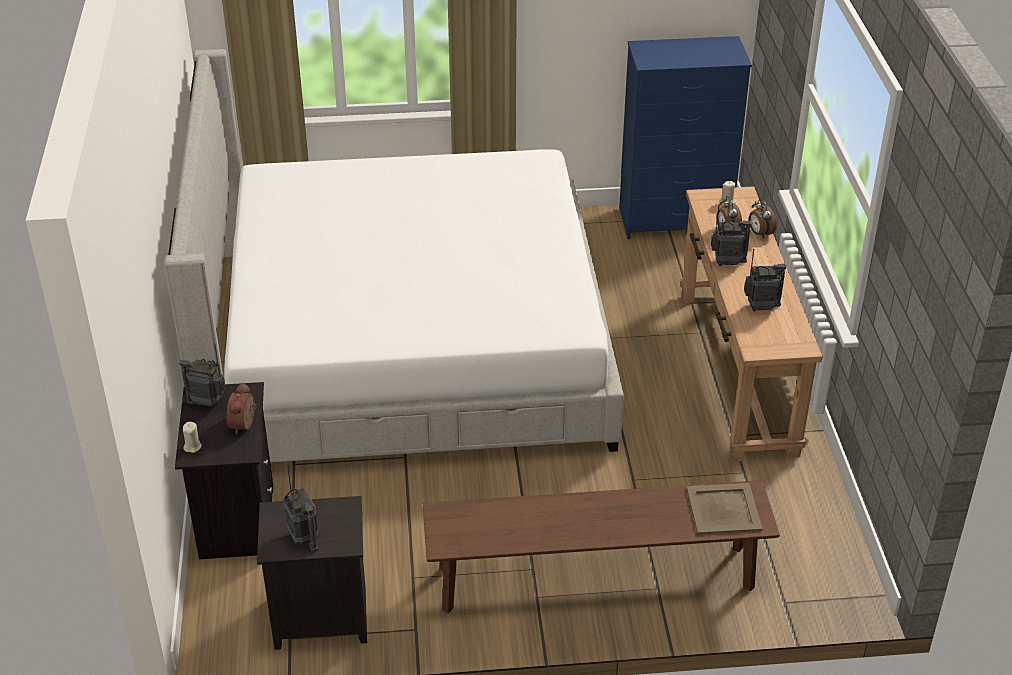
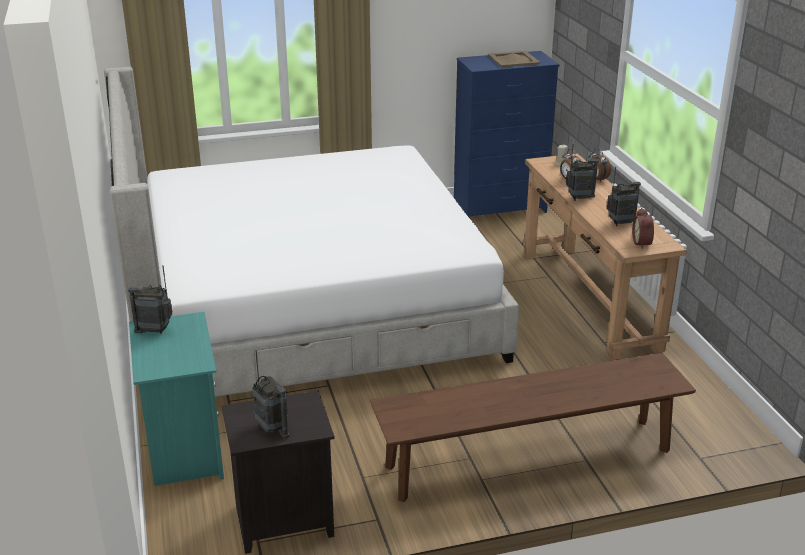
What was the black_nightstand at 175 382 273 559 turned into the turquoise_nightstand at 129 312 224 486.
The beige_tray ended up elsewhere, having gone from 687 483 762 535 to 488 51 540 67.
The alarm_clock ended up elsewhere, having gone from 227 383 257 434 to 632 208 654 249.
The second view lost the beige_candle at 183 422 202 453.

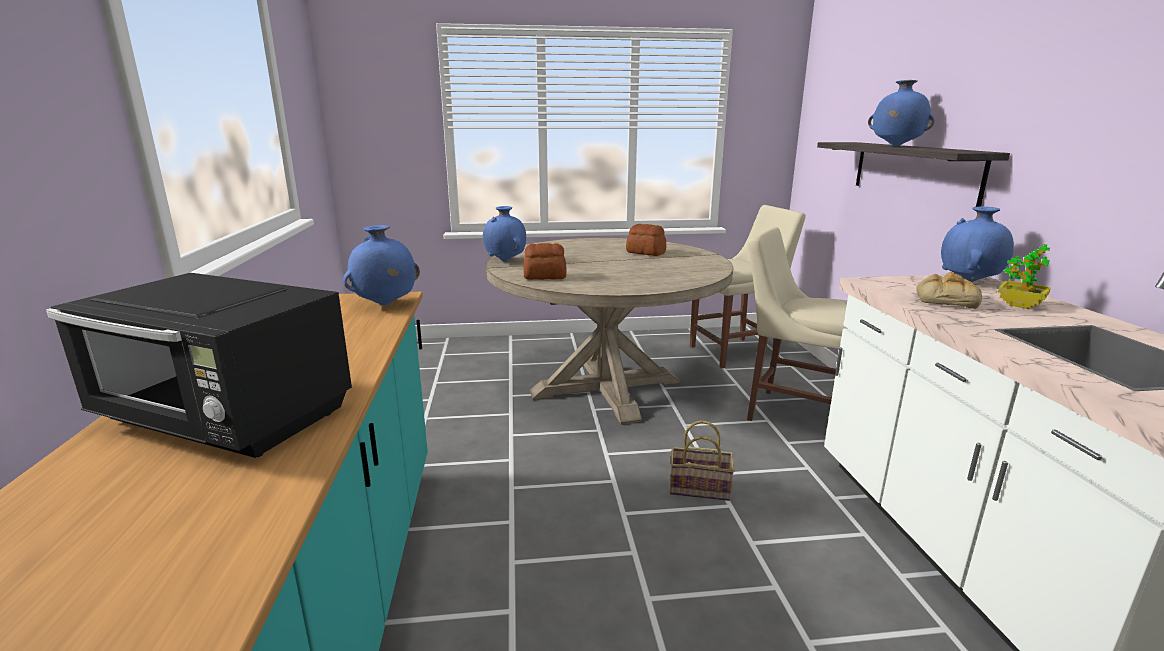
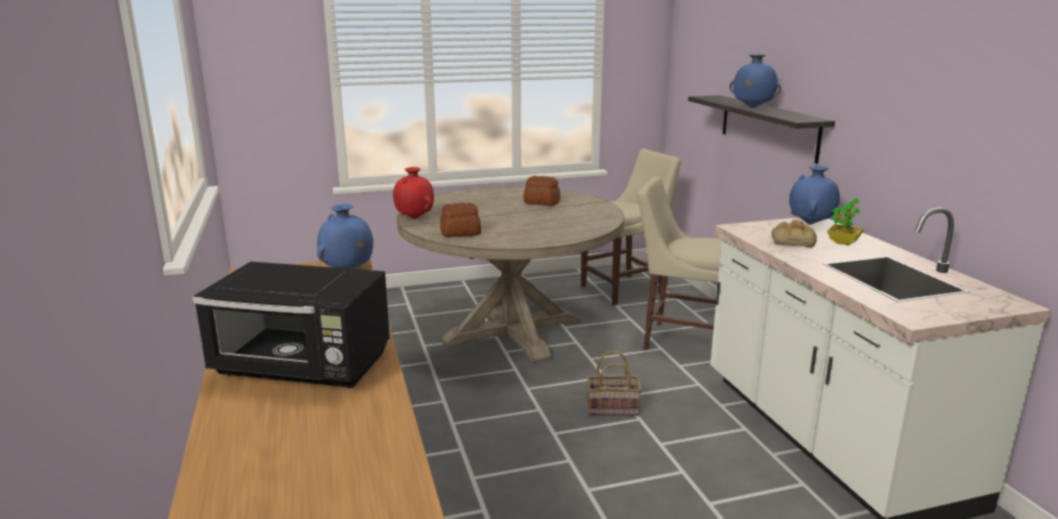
What was the blue_vase at 483 206 526 261 turned into the red_vase at 393 167 434 219.

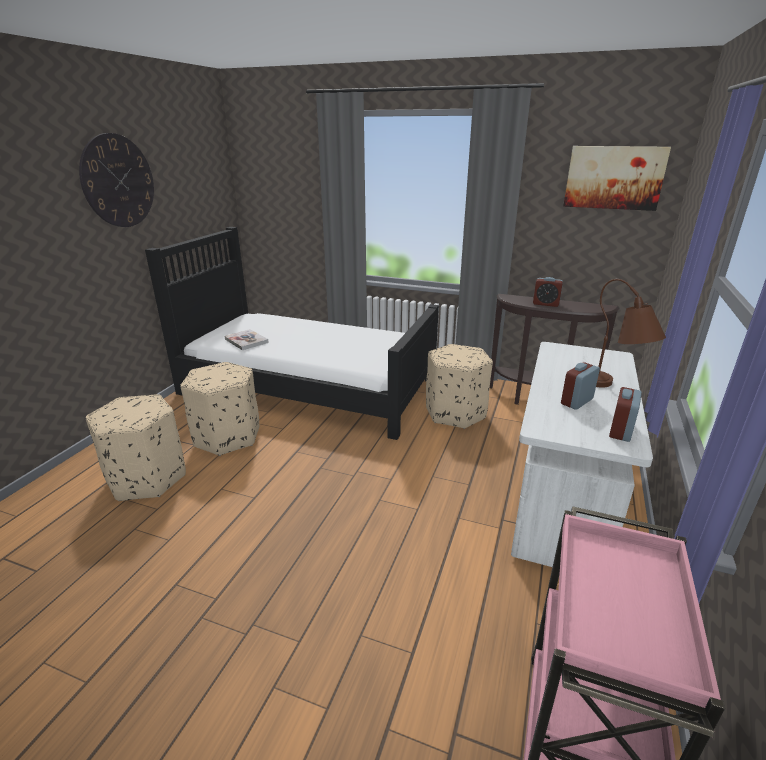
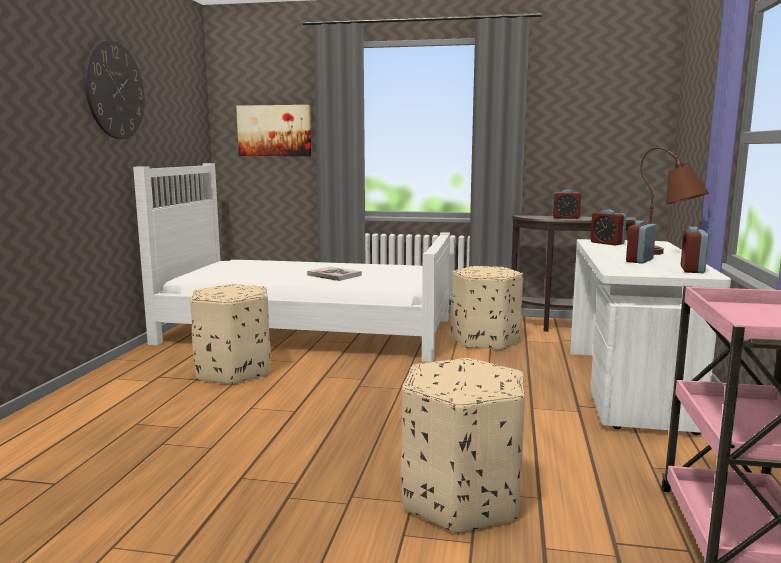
What was the black_bed at 145 227 439 440 turned into the white_bed at 133 163 450 362.
The picture ended up elsewhere, having gone from 563 146 671 211 to 236 105 311 156.
The book ended up elsewhere, having gone from 224 329 269 350 to 307 266 362 281.
The beige_ottoman ended up elsewhere, having gone from 86 394 186 501 to 401 358 525 534.
The second view gained the alarm_clock at 591 210 627 246.

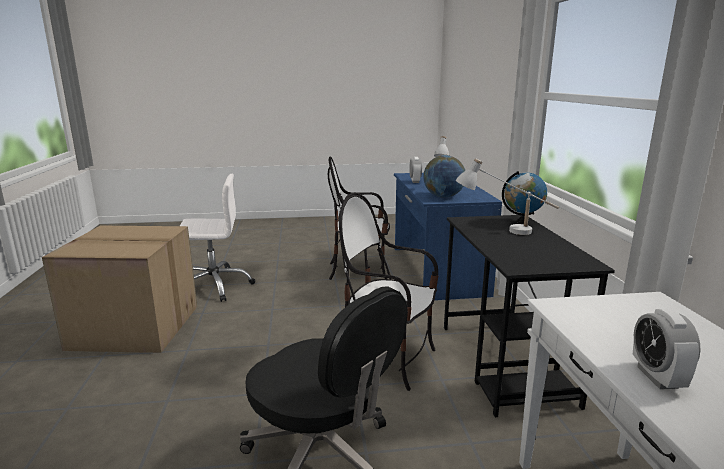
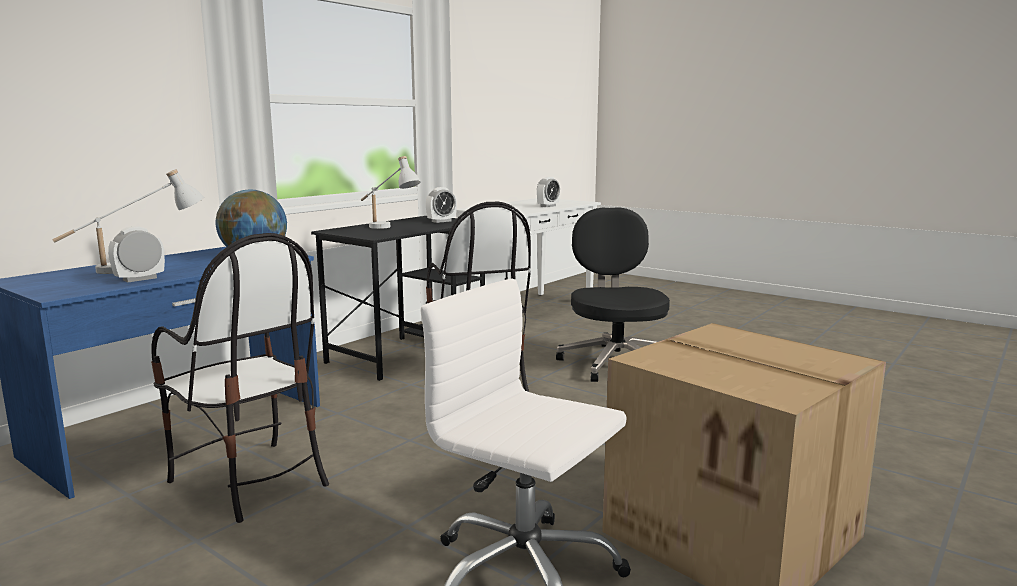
The second view gained the alarm_clock at 426 187 457 223.
The second view lost the globe at 502 171 547 224.

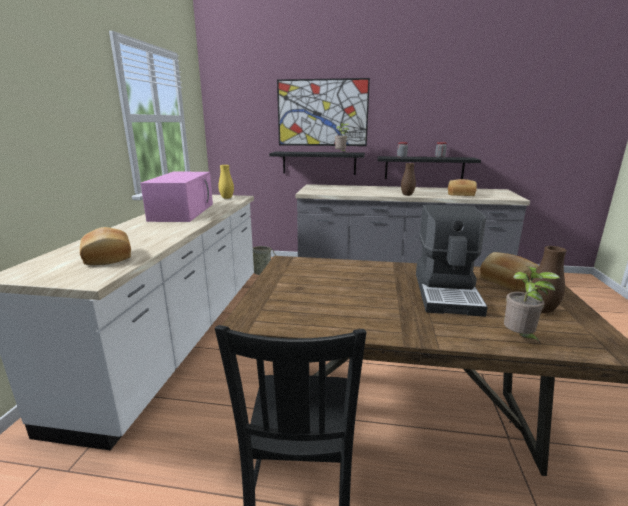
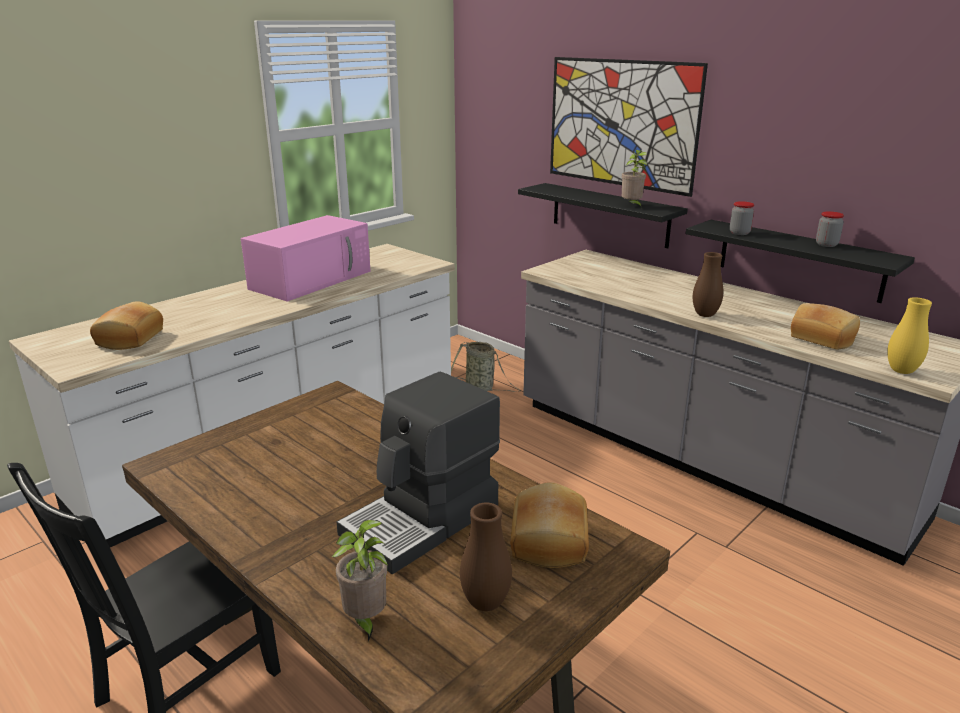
The yellow_vase ended up elsewhere, having gone from 218 165 234 199 to 887 297 932 374.

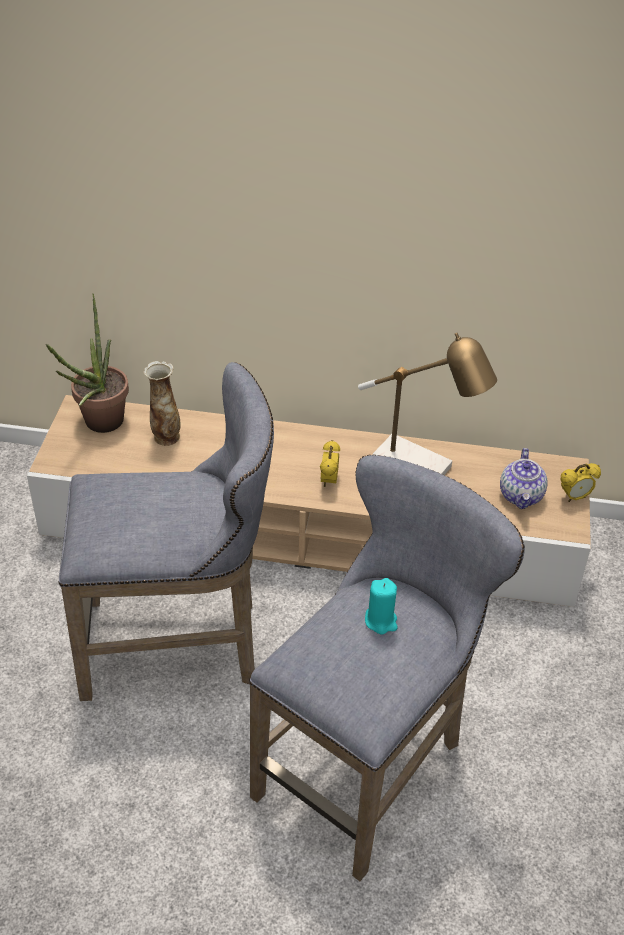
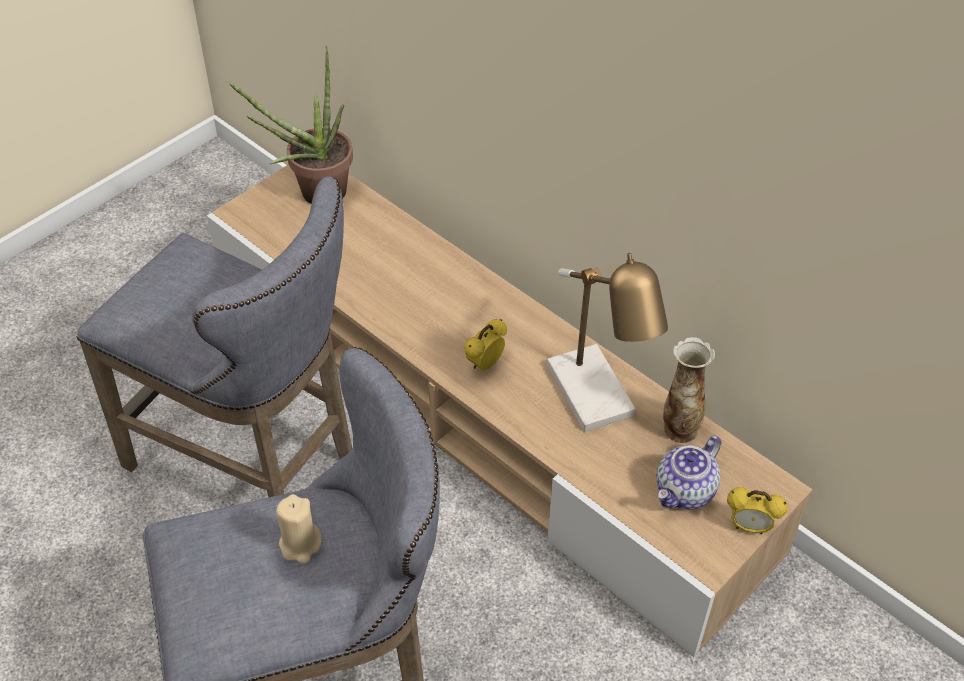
What was the turquoise_candle at 365 578 397 634 turned into the beige_candle at 276 494 321 564.
The vase ended up elsewhere, having gone from 143 361 181 446 to 663 337 715 443.

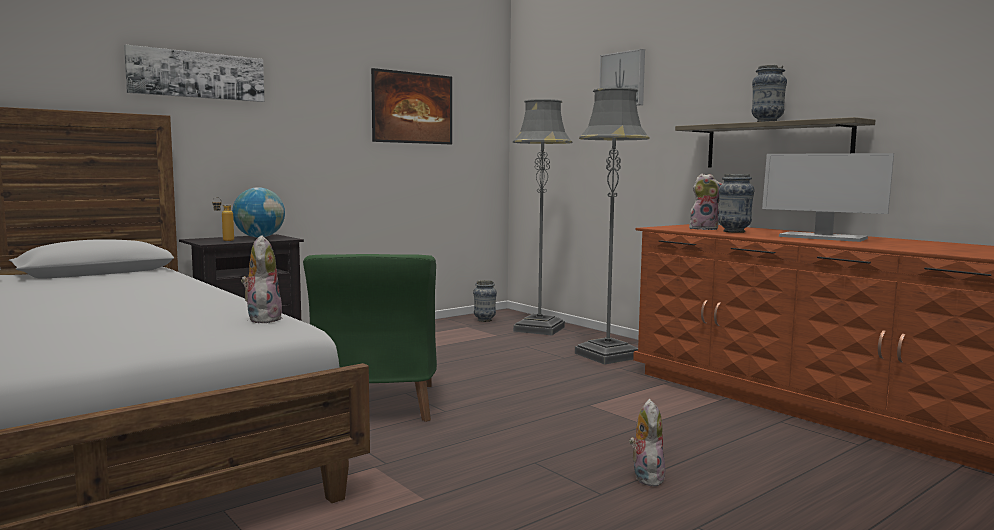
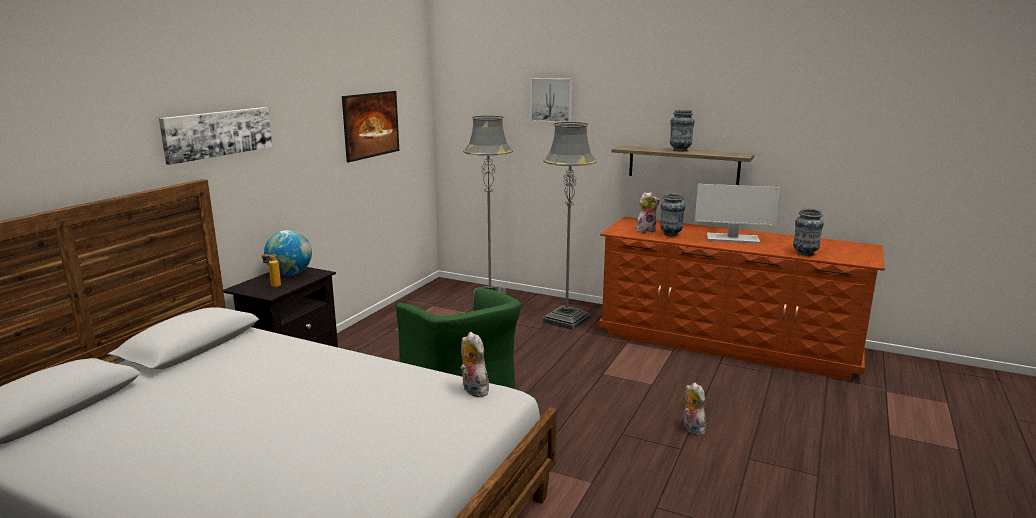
The vase ended up elsewhere, having gone from 473 280 497 322 to 793 209 824 256.

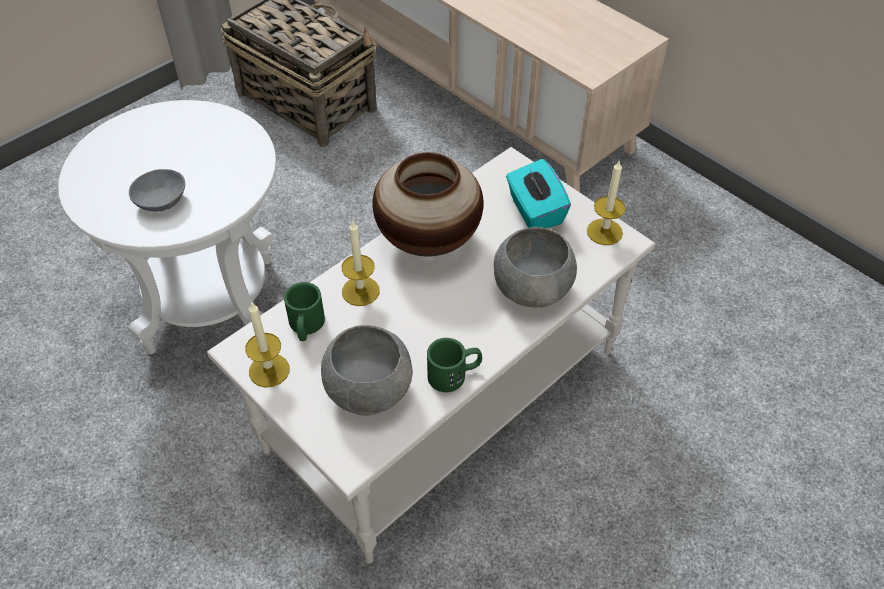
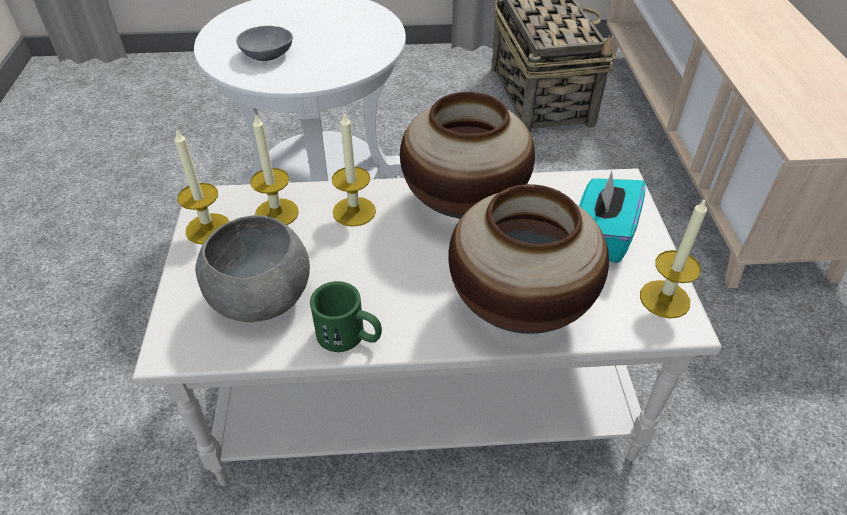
Where the green_mug stood at 284 282 325 341, the candle came to stand at 250 113 299 225.
Where the grey_bowl stood at 494 227 577 308, the vase came to stand at 448 184 609 334.

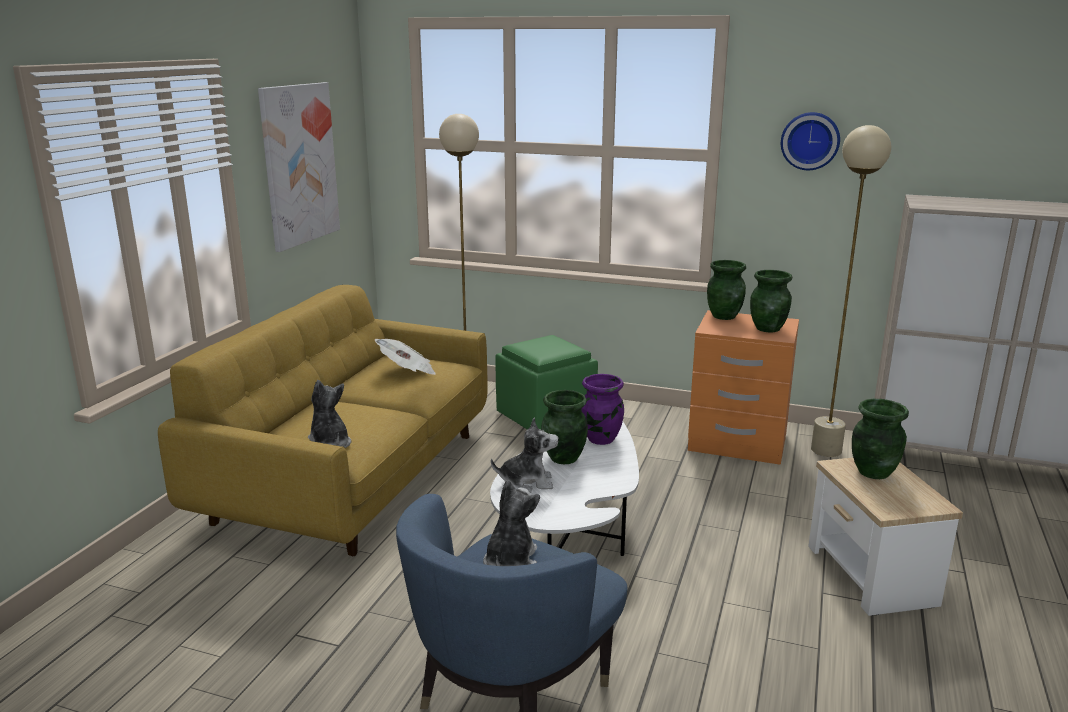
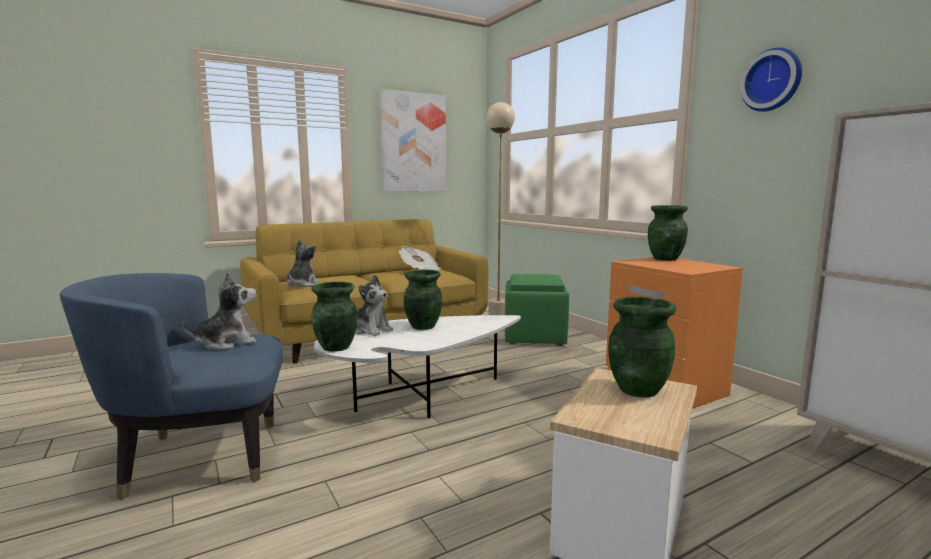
The green_vase ended up elsewhere, having gone from 750 270 792 332 to 311 282 358 352.
The second view lost the purple_vase at 581 374 624 445.
The second view lost the beige_floor_lamp at 811 125 891 457.

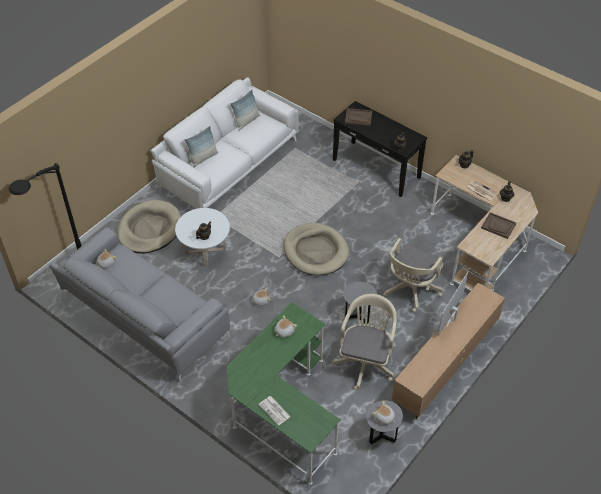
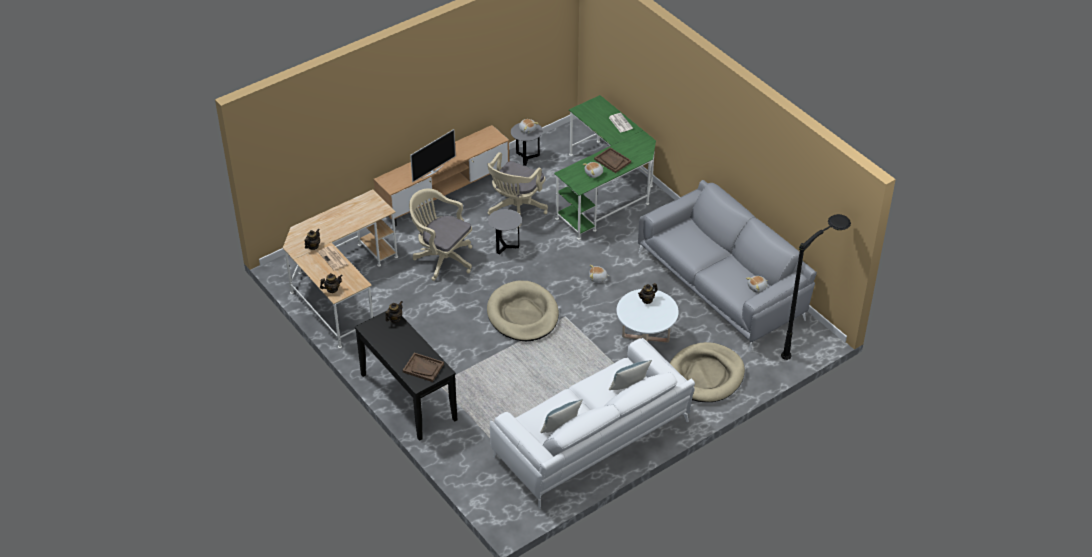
The beige_office_chair at 384 238 443 312 ended up facing another way, 105 degrees counterclockwise from before.
The brown_tray ended up elsewhere, having gone from 481 212 516 239 to 594 147 631 173.

